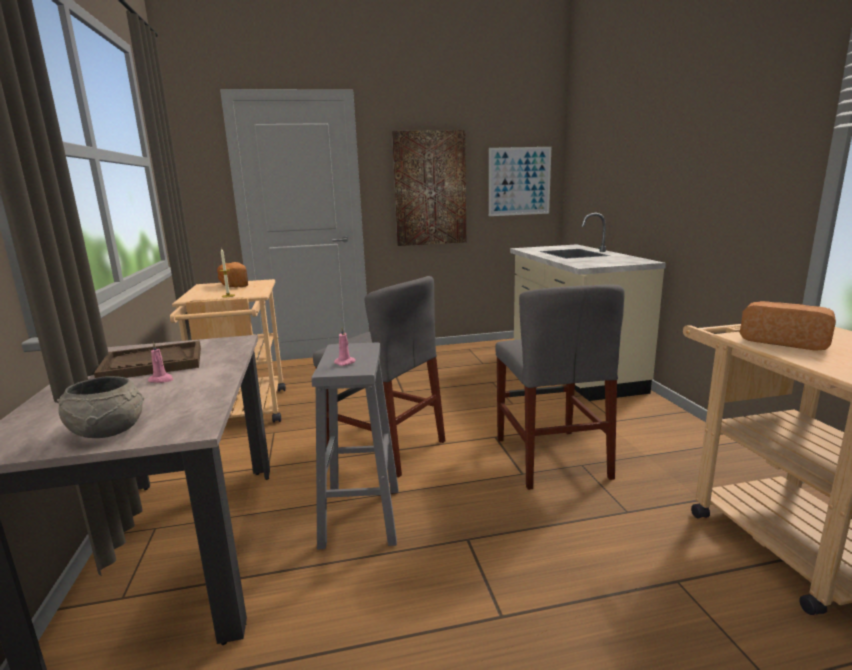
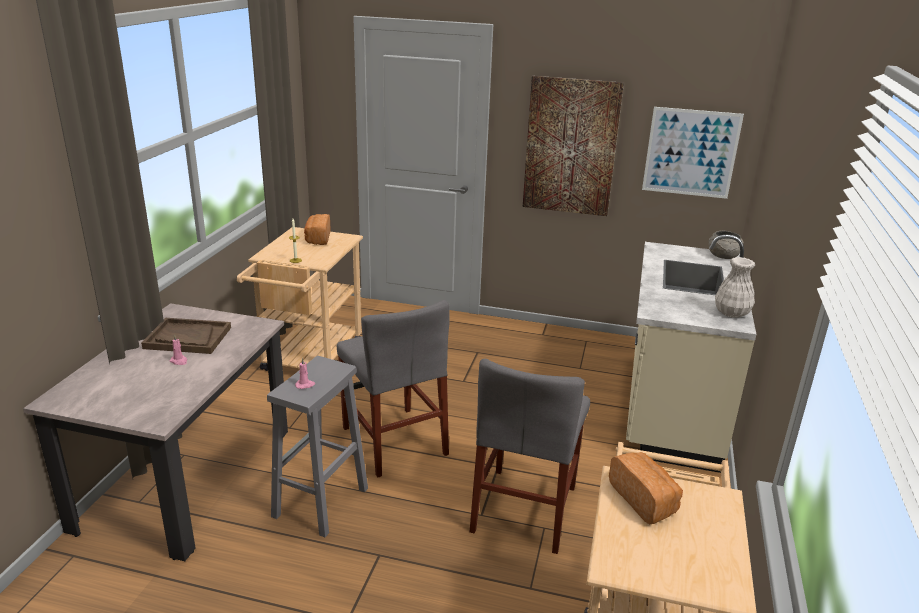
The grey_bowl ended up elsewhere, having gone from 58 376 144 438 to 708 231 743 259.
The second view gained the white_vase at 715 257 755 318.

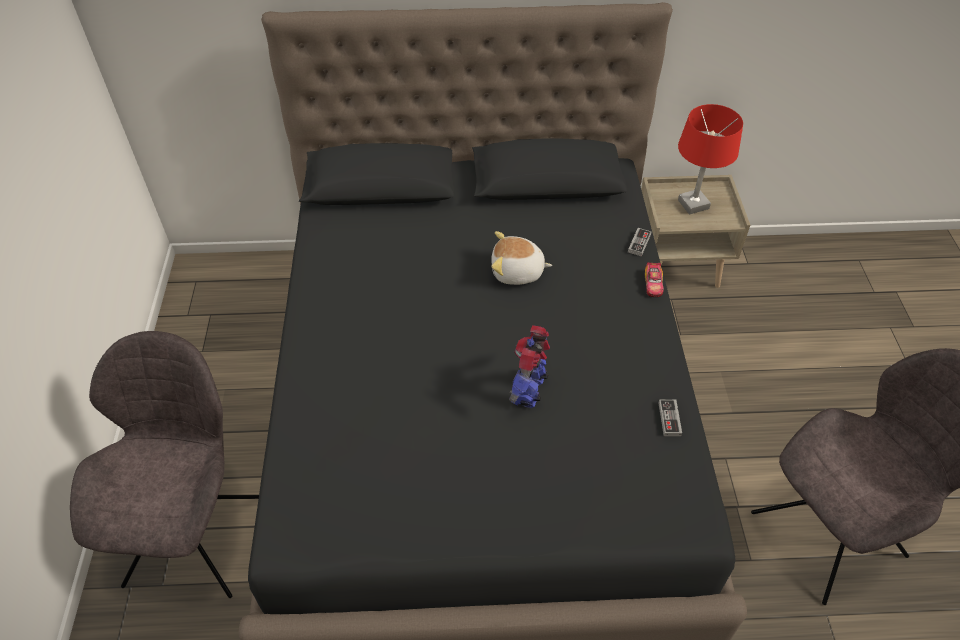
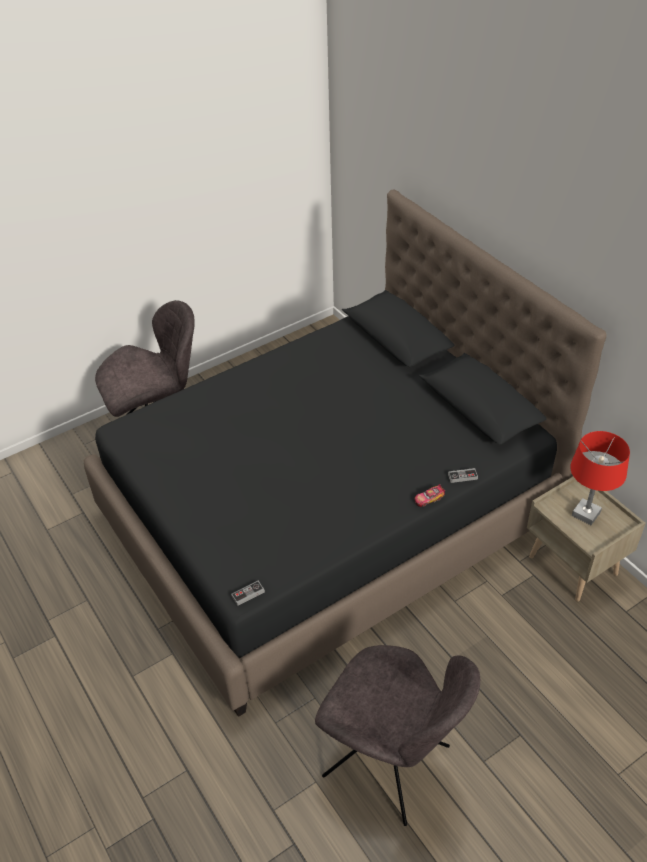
The game_controller ended up elsewhere, having gone from 658 399 682 436 to 231 581 265 606.
The second view lost the plush_toy at 491 231 552 285.
The second view lost the toy_robot at 509 325 550 408.

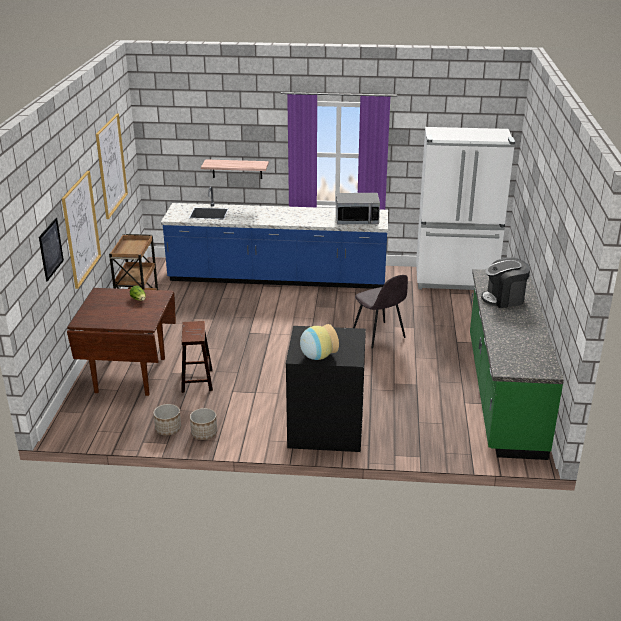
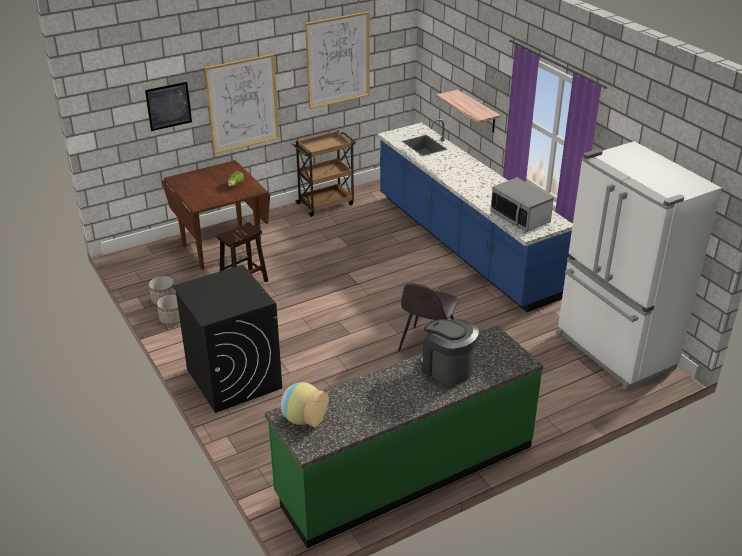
The vase ended up elsewhere, having gone from 300 324 339 360 to 281 382 329 427.

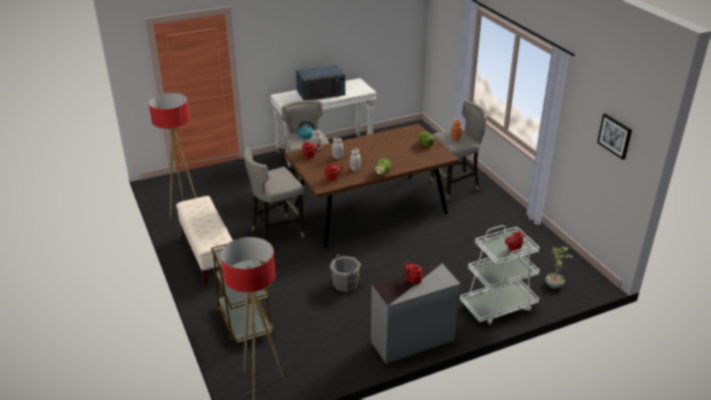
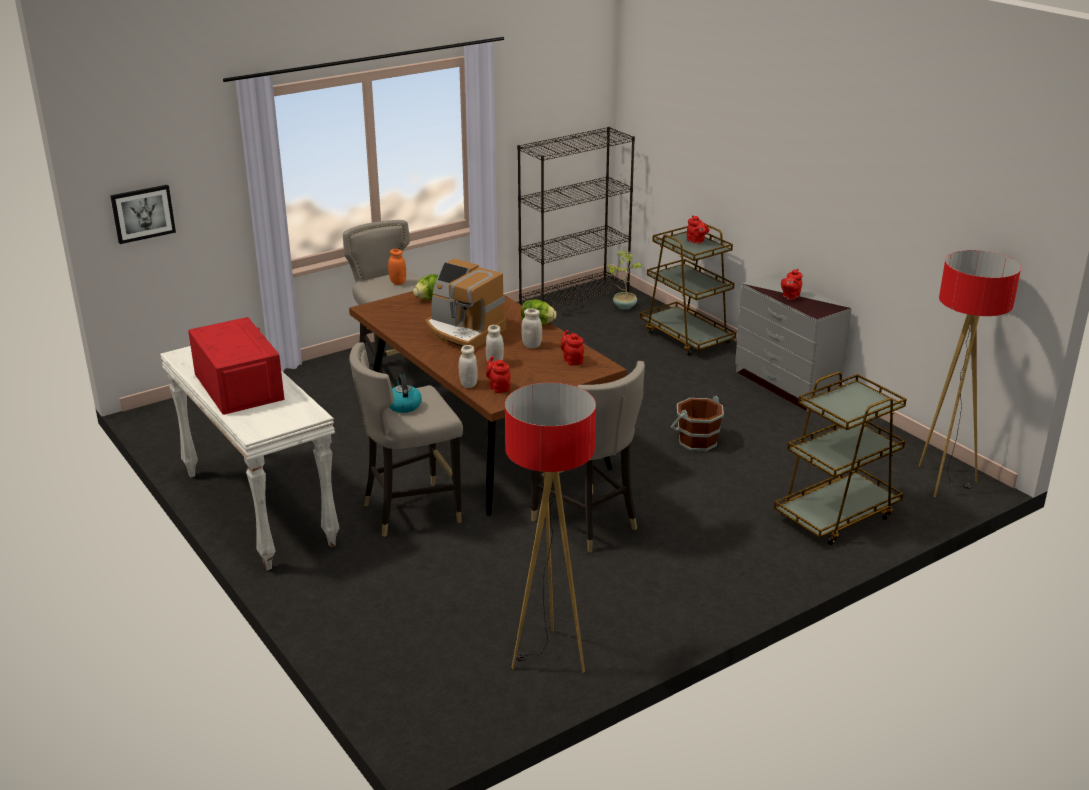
The picture ended up elsewhere, having gone from 597 113 632 160 to 110 185 176 244.
What was the blue_microwave at 296 65 345 100 turned into the red_microwave at 188 317 285 415.
The second view gained the coffee_machine at 425 259 507 349.
The second view gained the black_bookcase at 517 127 635 309.
What was the white_cart at 460 225 540 327 turned into the brown_cart at 640 224 736 356.
What was the grey_bucket at 330 254 361 292 turned into the brown_bucket at 670 396 724 451.
The second view lost the beige_bench at 176 196 233 286.

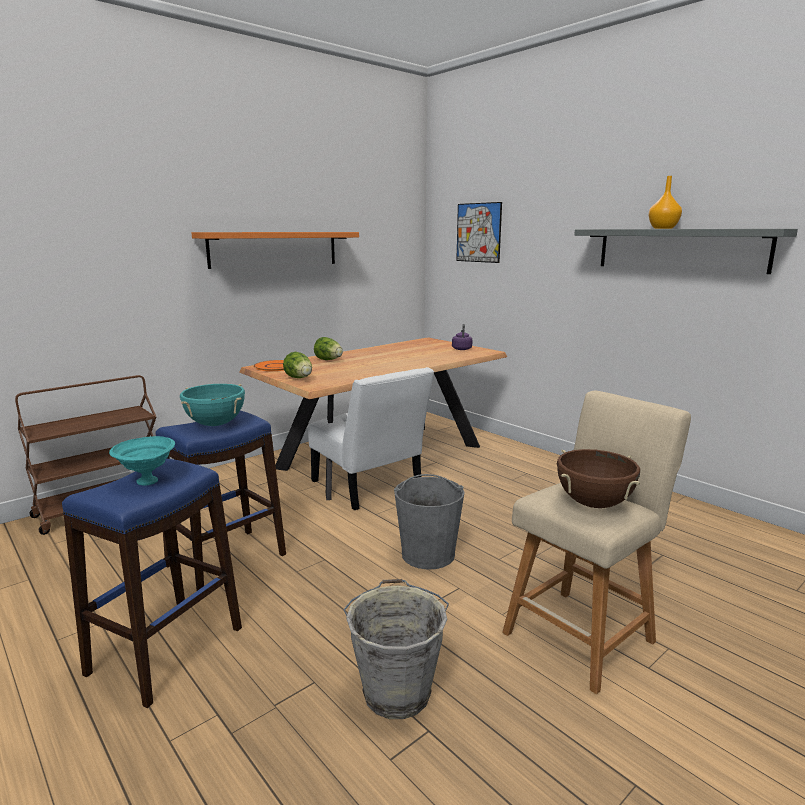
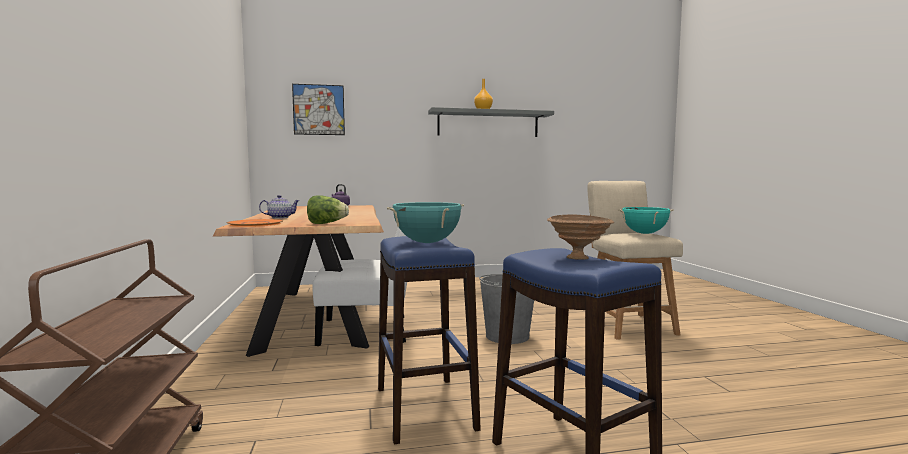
Where the lettuce stood at 314 337 343 360, the teapot came to stand at 259 195 300 219.
What was the turquoise_bowl at 109 436 175 485 turned into the brown_bowl at 547 214 614 260.
What was the brown_cooking_pot at 557 449 640 508 turned into the turquoise_cooking_pot at 618 207 674 234.
The second view lost the orange_shelf at 191 232 359 269.
The second view lost the grey_bucket at 343 579 449 719.

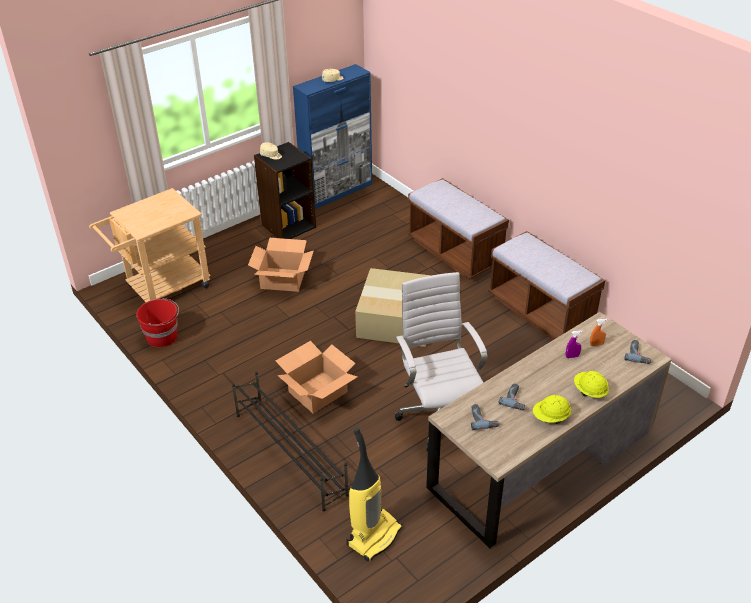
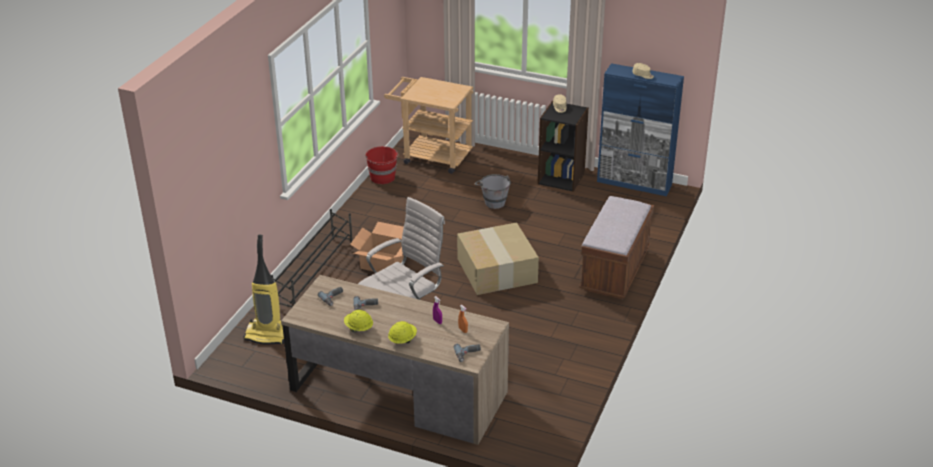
Where the cardboard_box stood at 248 238 314 292, the grey_bucket came to stand at 475 174 511 209.
The second view lost the brown_bench at 488 231 605 340.

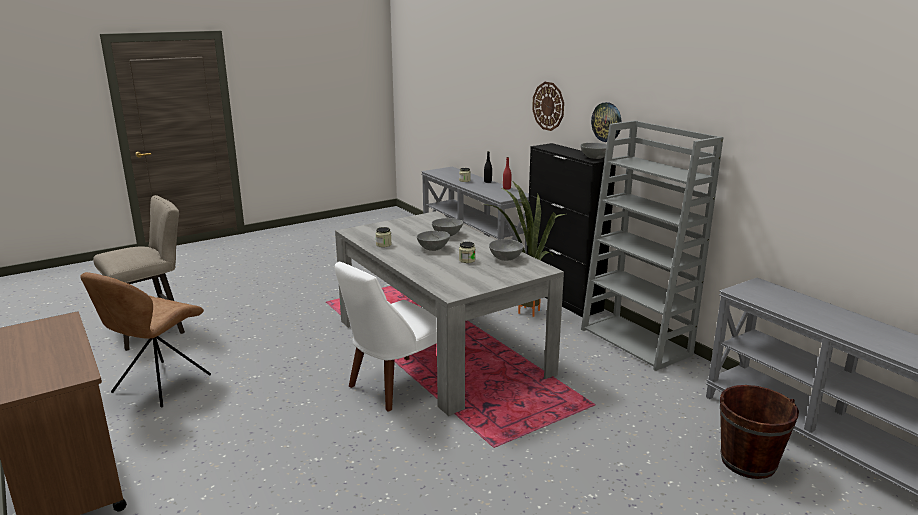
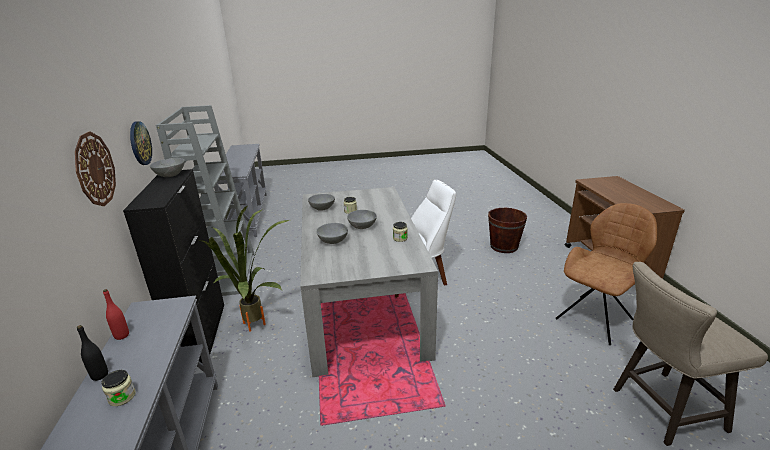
The brown_bucket ended up elsewhere, having gone from 720 385 799 479 to 488 208 527 253.

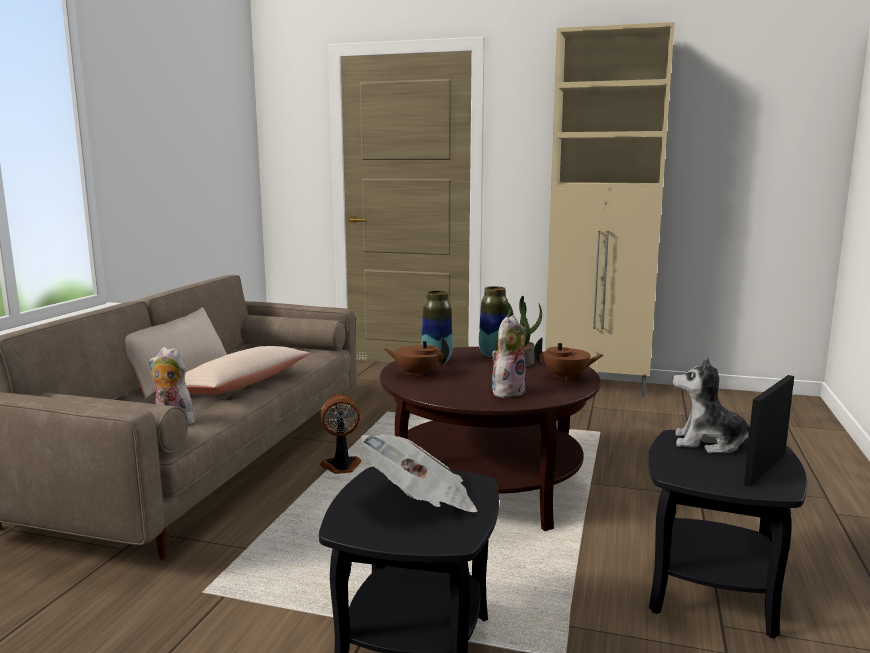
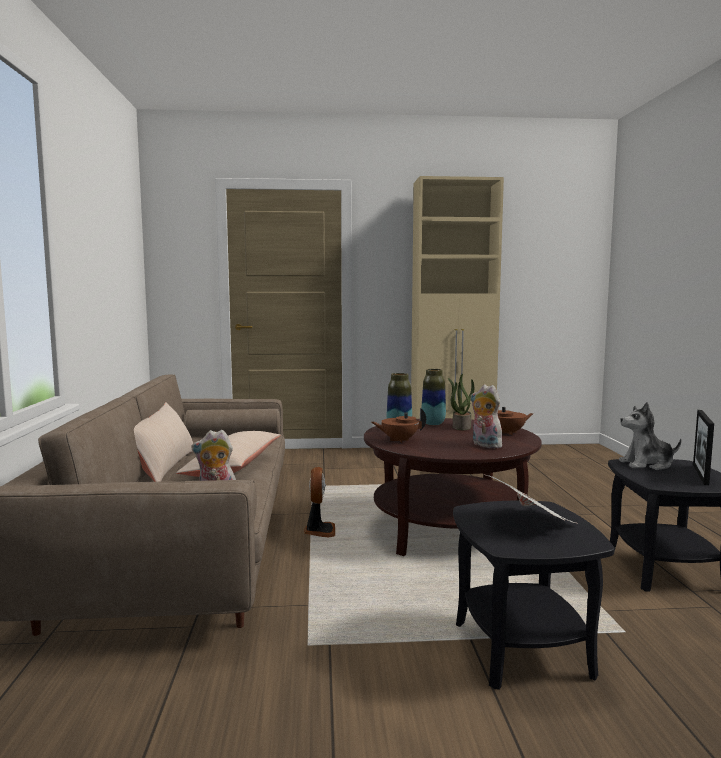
The fan at 320 395 361 474 ended up facing another way, 120 degrees clockwise from before.
The plush_toy at 492 315 526 398 ended up facing another way, 60 degrees counterclockwise from before.

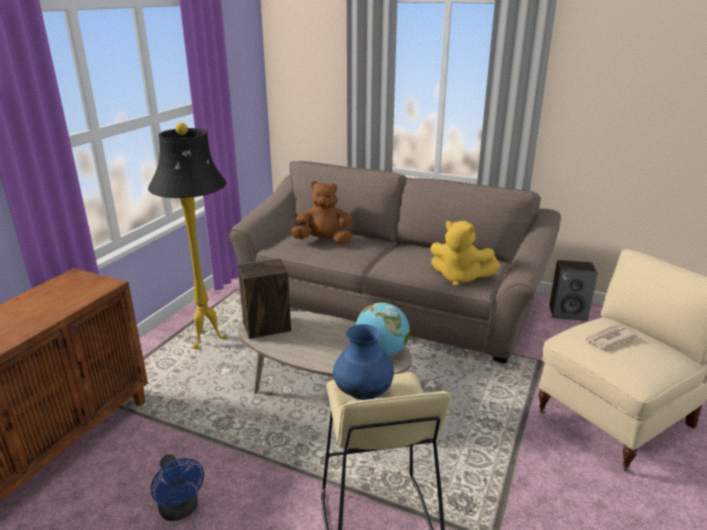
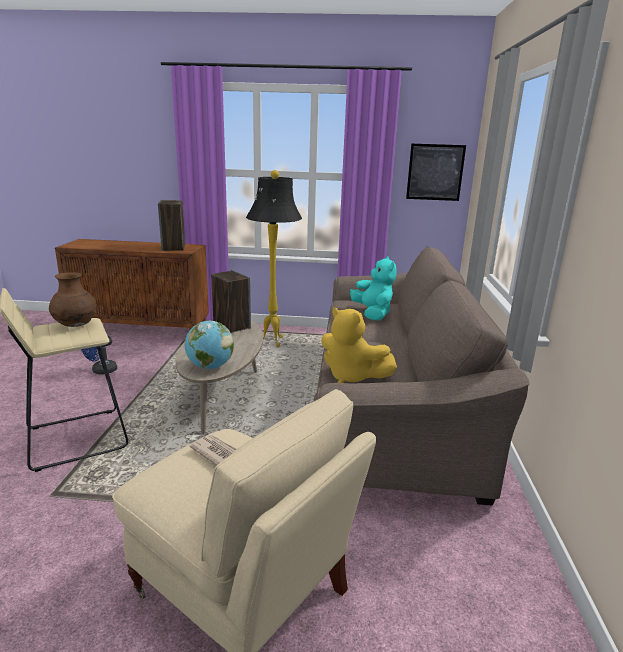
What was the blue_vase at 333 324 394 400 turned into the brown_vase at 49 272 97 327.
The speaker ended up elsewhere, having gone from 549 260 598 321 to 158 200 185 251.
The yellow_plush_toy at 430 221 500 287 ended up facing another way, 60 degrees counterclockwise from before.
What was the brown_plush_toy at 291 181 353 245 turned into the turquoise_plush_toy at 350 256 397 321.
The second view gained the picture at 406 144 466 201.

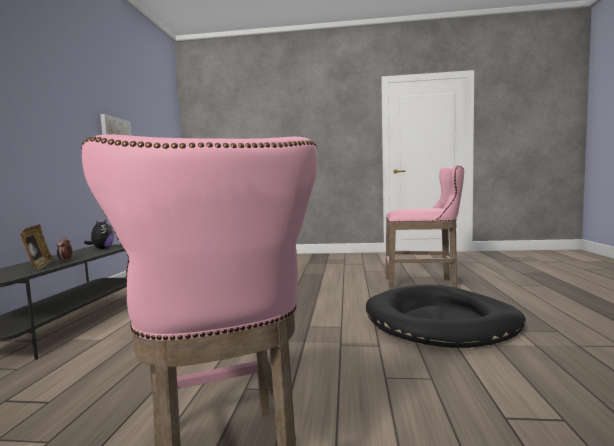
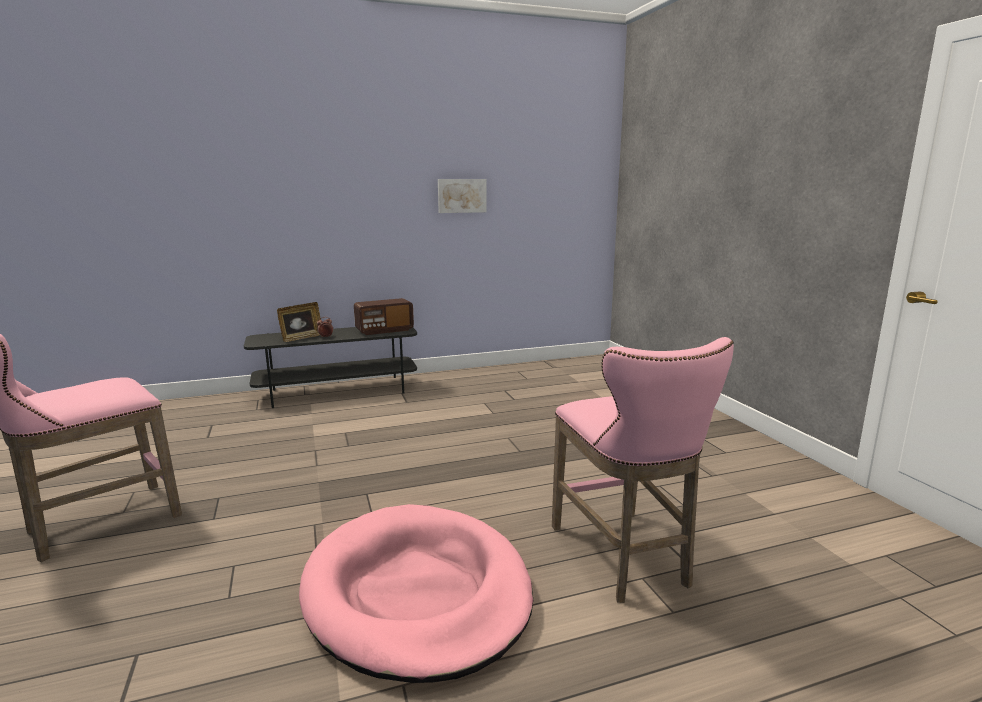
What was the black_dog_bed at 366 284 526 348 turned into the pink_dog_bed at 299 504 533 683.
Where the plush_toy stood at 84 220 114 249, the radio came to stand at 354 298 414 335.

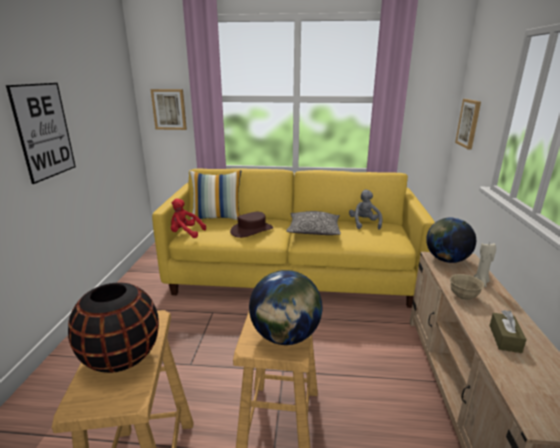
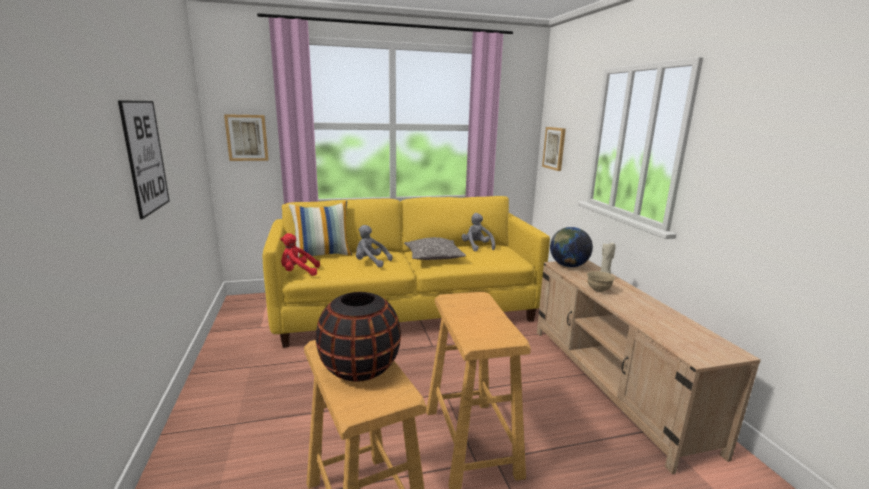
Where the brown_hat stood at 230 212 273 238, the grey_plush_toy came to stand at 356 225 392 267.
The second view lost the globe at 249 270 322 345.
The second view lost the brown_tissue_box at 489 310 527 353.

